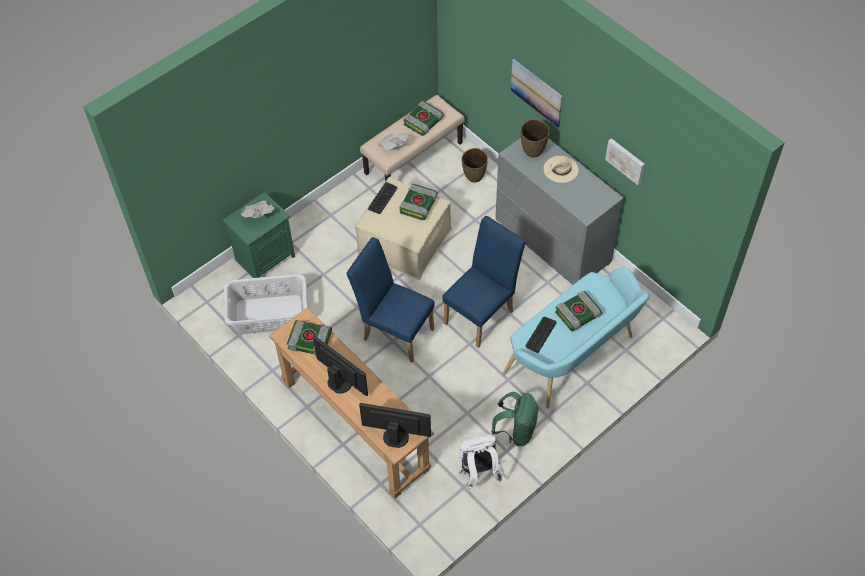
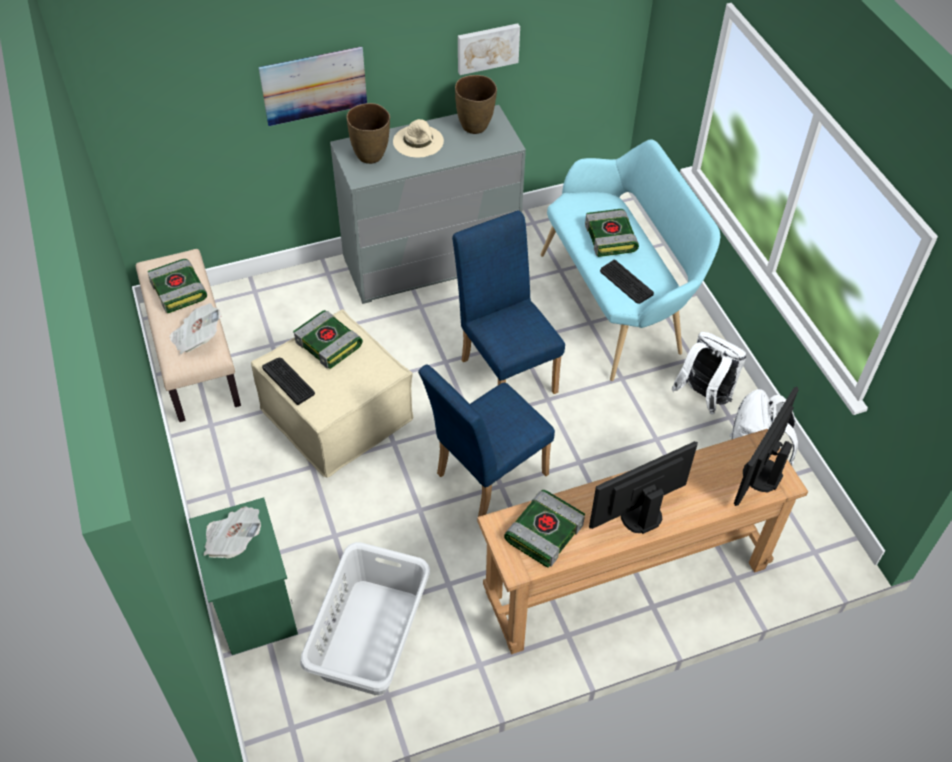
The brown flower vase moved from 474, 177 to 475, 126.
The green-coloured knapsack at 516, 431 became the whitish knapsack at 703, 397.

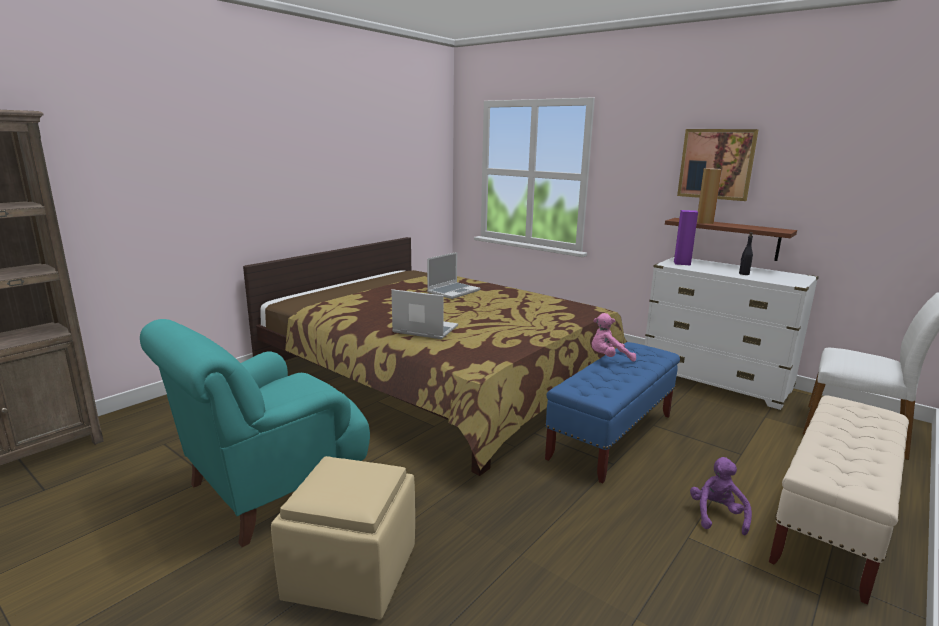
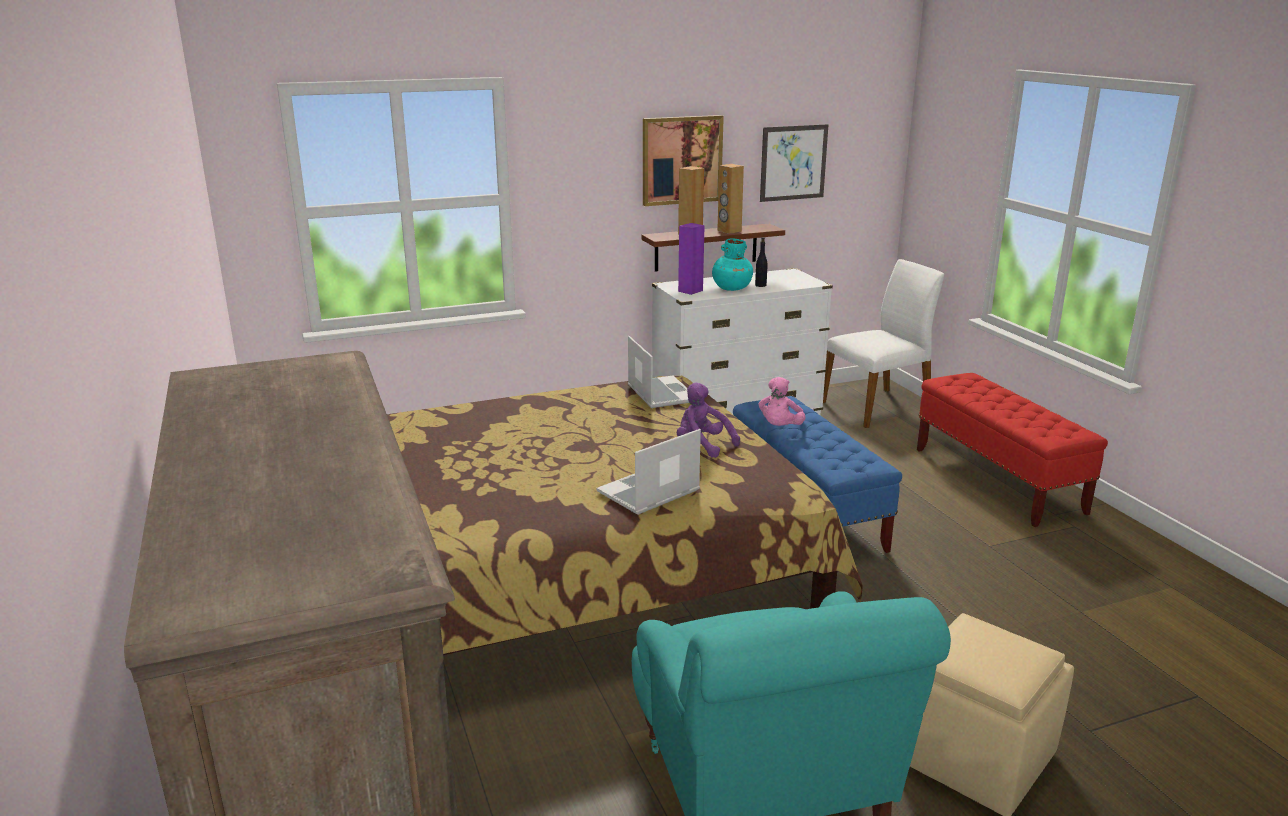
The notebook computer moved from 453, 291 to 660, 393.
The purplish soft toy moved from 717, 515 to 702, 445.
The beige bench at 832, 524 became the red-coloured bench at 997, 481.
The blue-green flower vase at 731, 288 appeared.
The brown loudspeaker at 729, 231 appeared.
The picture at 793, 162 appeared.

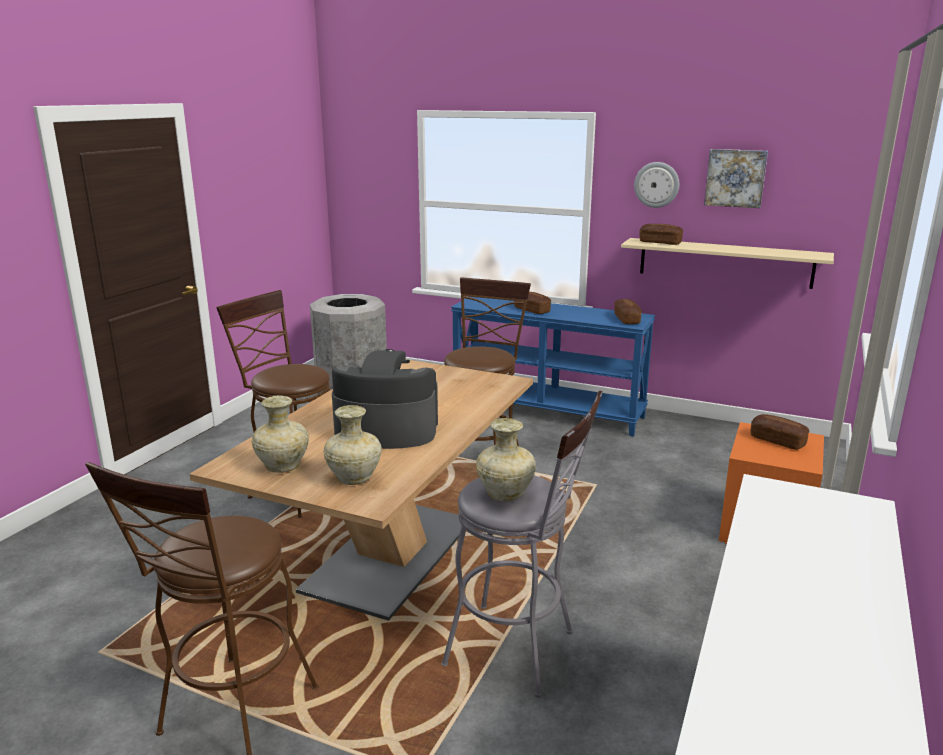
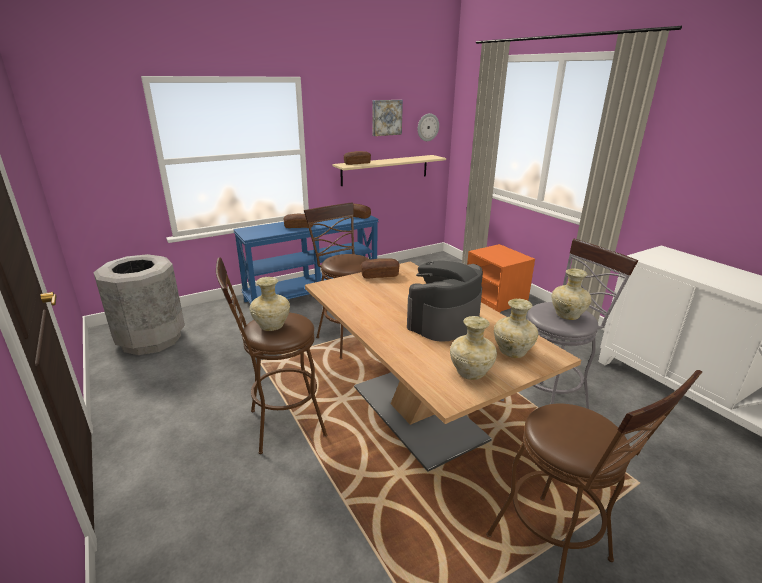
The wall clock moved from 656, 184 to 427, 127.
The baked bread moved from 777, 441 to 380, 275.
The beige flower vase at 271, 326 appeared.

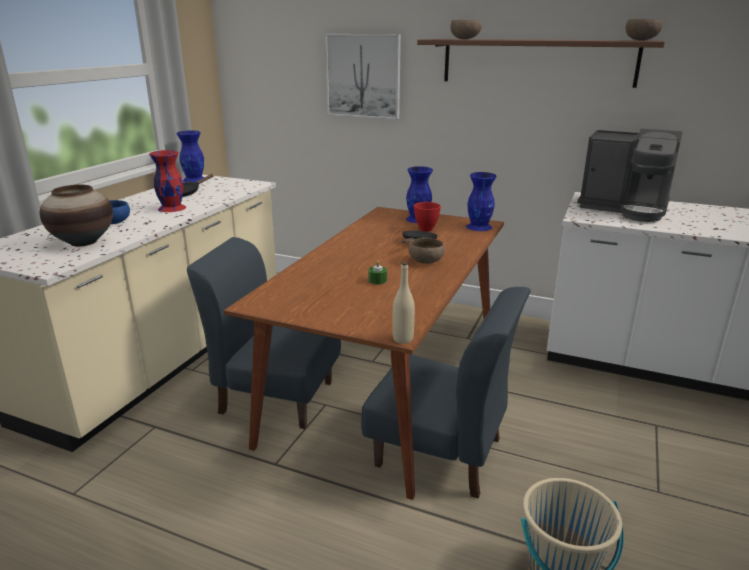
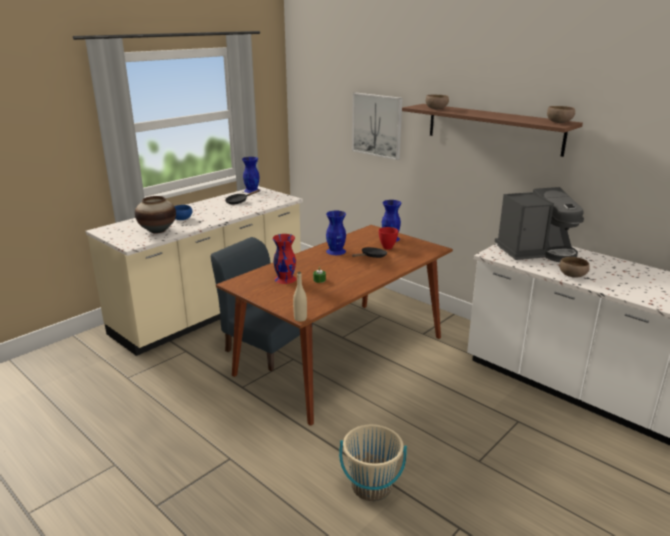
The red-coloured flower vase moved from 171, 208 to 285, 279.
The blue-coloured plain chair at 439, 452 disappeared.
The brown serving bowl moved from 426, 261 to 572, 275.
The blue-coloured flower vase moved from 479, 227 to 336, 251.
The coffee machine at 625, 208 turned 60 degrees counterclockwise.

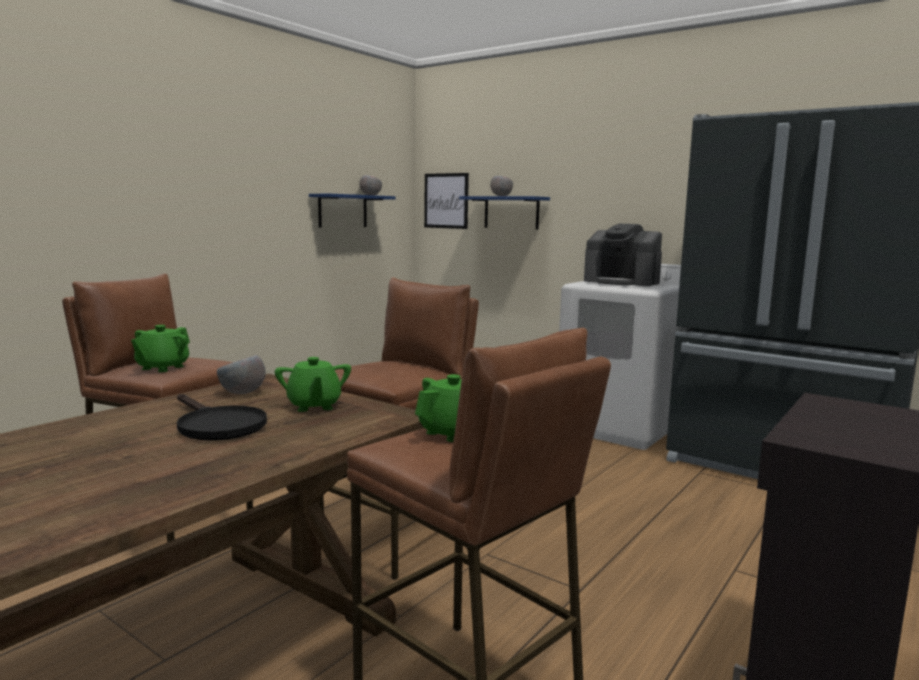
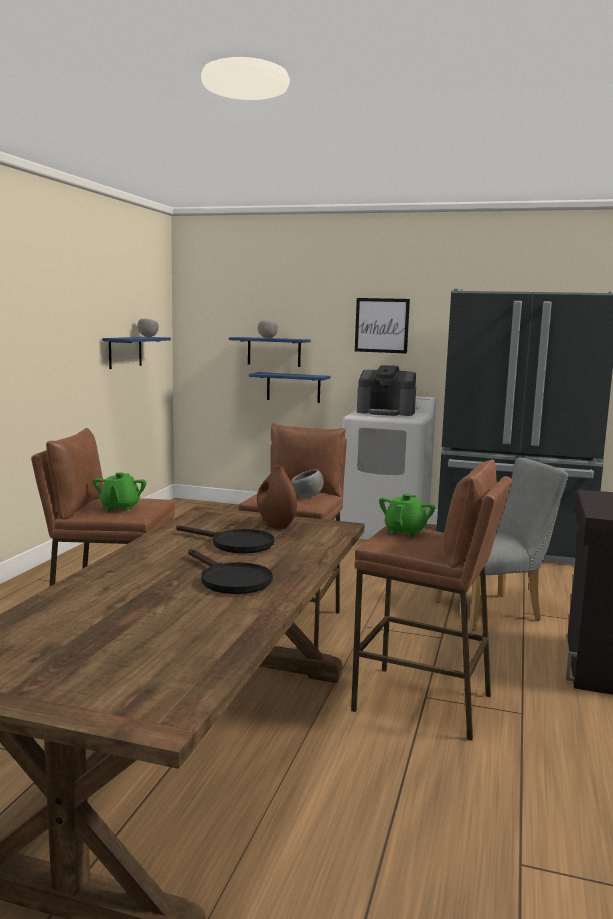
The grey serving bowl moved from 242, 393 to 307, 497.
The green-coloured teapot at 314, 406 was replaced by the brown flower vase at 275, 525.
The picture moved from 446, 201 to 381, 325.
The black pan at 230, 580 appeared.
The blue-coloured wall shelf at 293, 387 appeared.
The grey plain chair at 494, 610 appeared.

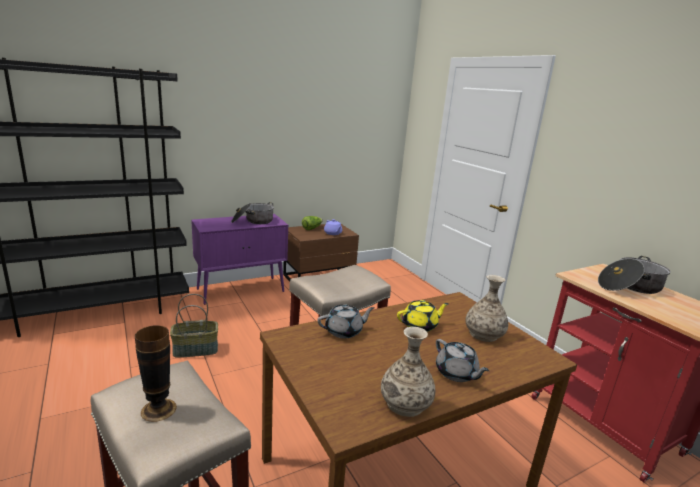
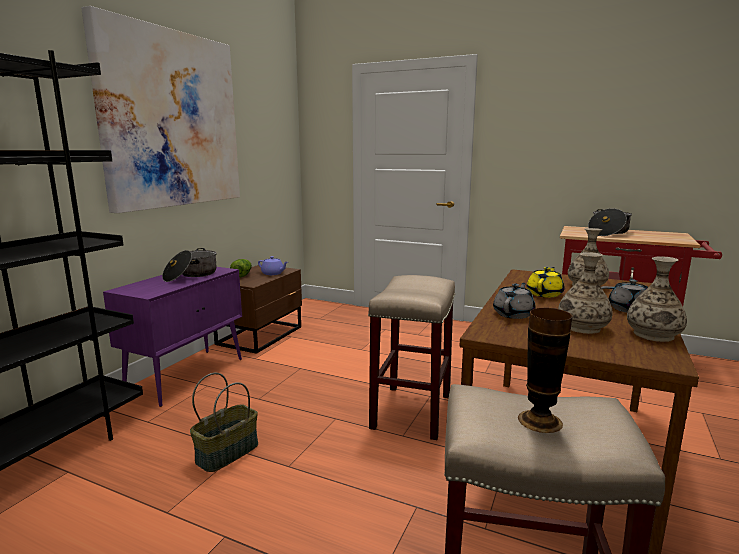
The picture at 171, 120 appeared.
The flower vase at 582, 327 appeared.

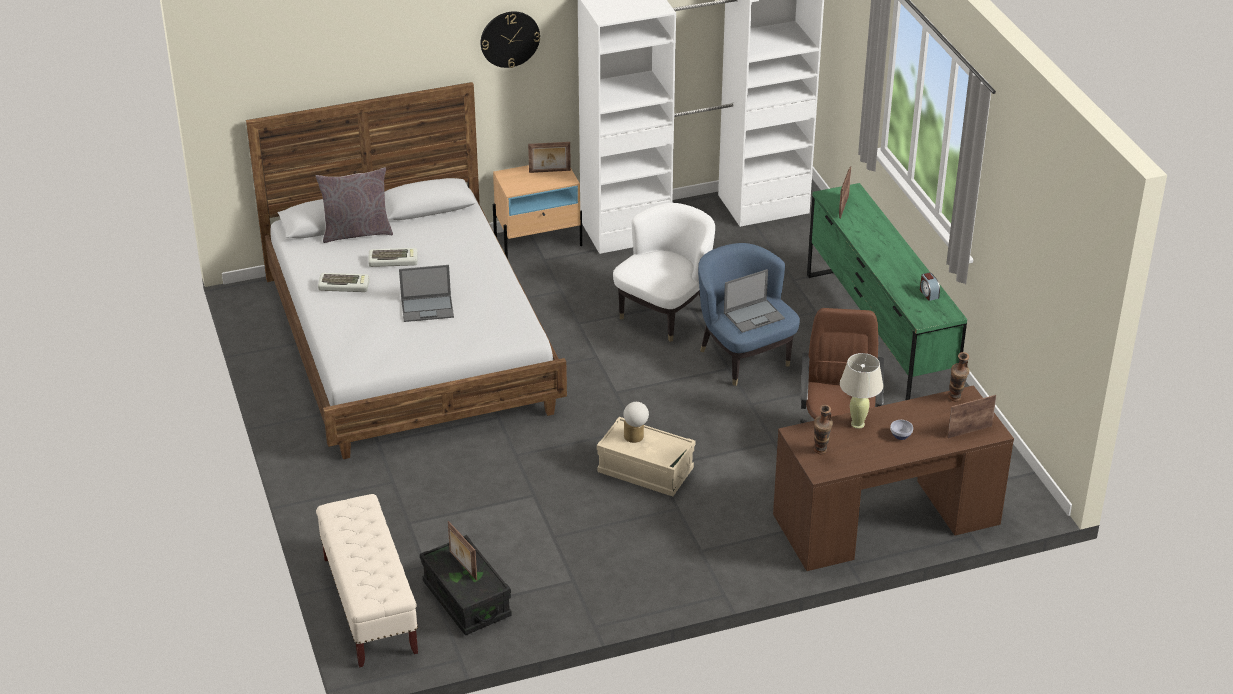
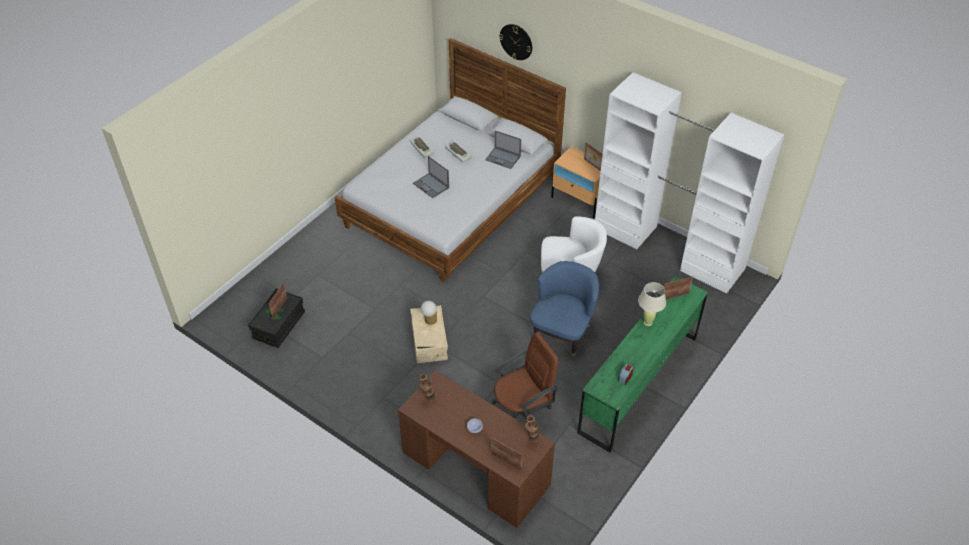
The grey cushion at 357, 232 disappeared.
The beige bench at 369, 605 disappeared.
The wall clock moved from 510, 39 to 516, 41.
The notebook computer moved from 754, 315 to 503, 158.
The beige lamp for a table moved from 857, 424 to 647, 322.

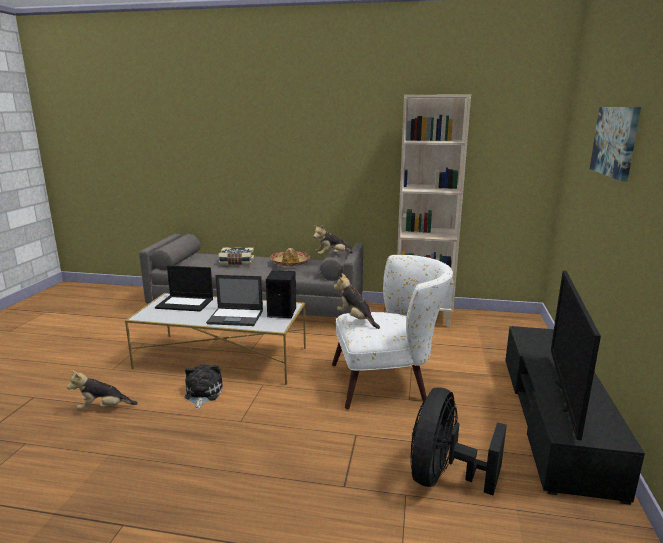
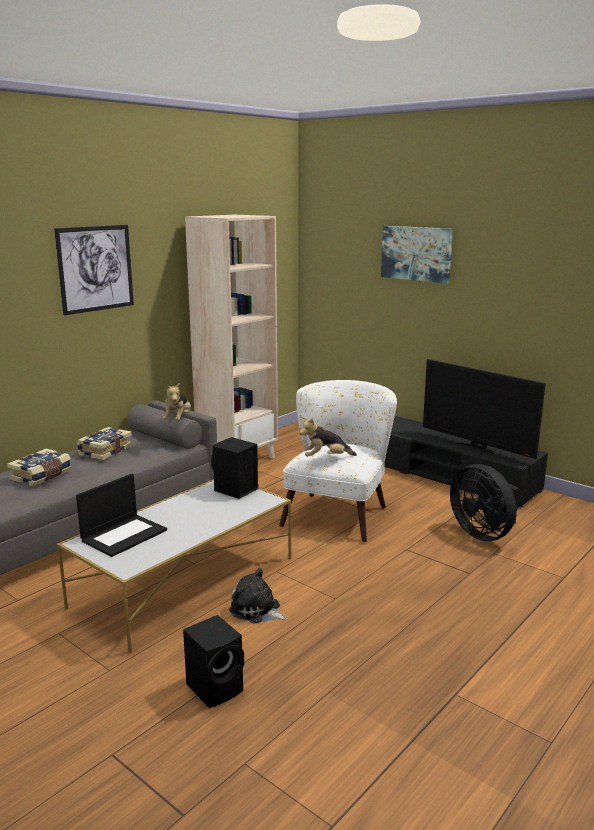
The soft toy at 103, 408 was replaced by the black loudspeaker at 216, 687.
The notebook computer at 236, 317 disappeared.
The wearable hat at 290, 263 was replaced by the book at 104, 451.
The picture at 95, 268 appeared.

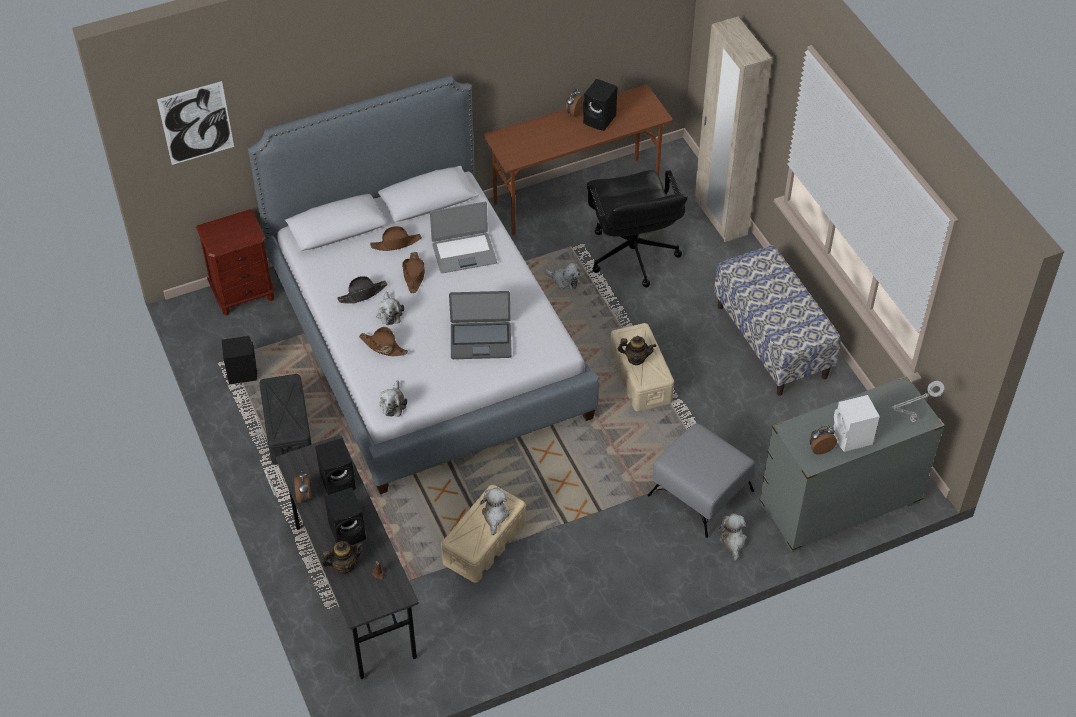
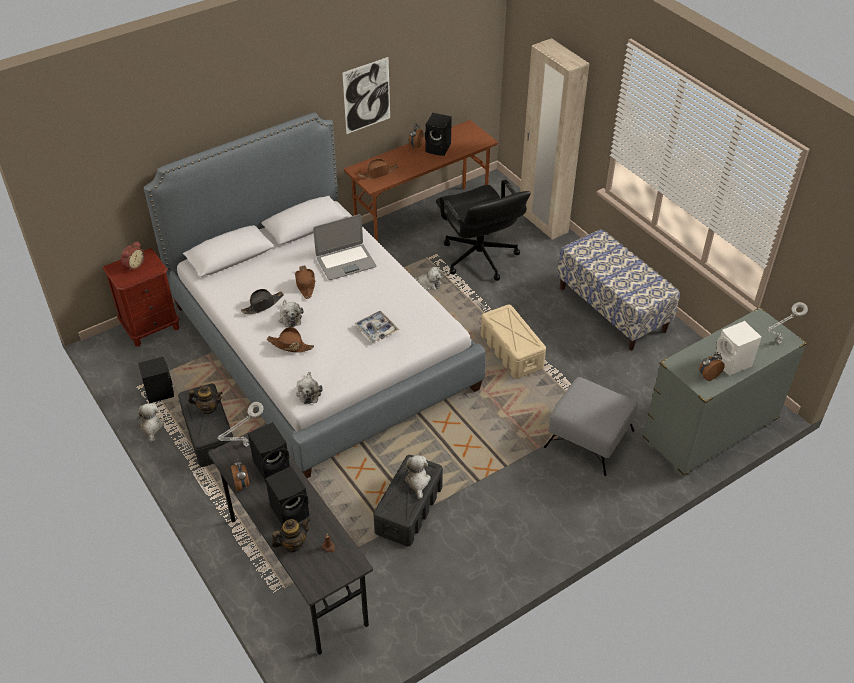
The picture moved from 196, 123 to 367, 96.
The brown wearable hat moved from 396, 243 to 378, 173.
The beige storage bin at 484, 544 became the black storage bin at 408, 510.
The notebook computer at 480, 340 was replaced by the tray at 376, 329.
The teapot moved from 636, 359 to 208, 408.
The soft toy moved from 733, 541 to 151, 427.
The bedside clock at 134, 265 appeared.
The grey lamp for a table at 244, 446 appeared.

